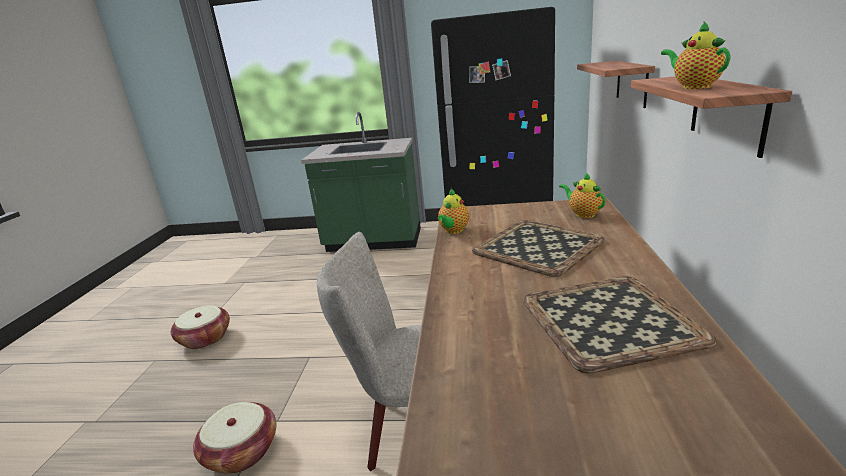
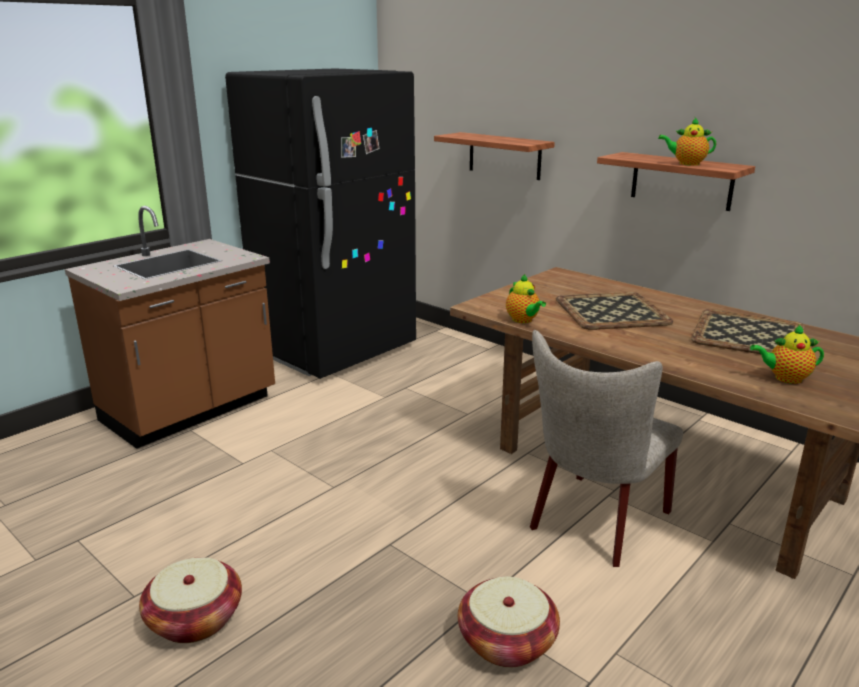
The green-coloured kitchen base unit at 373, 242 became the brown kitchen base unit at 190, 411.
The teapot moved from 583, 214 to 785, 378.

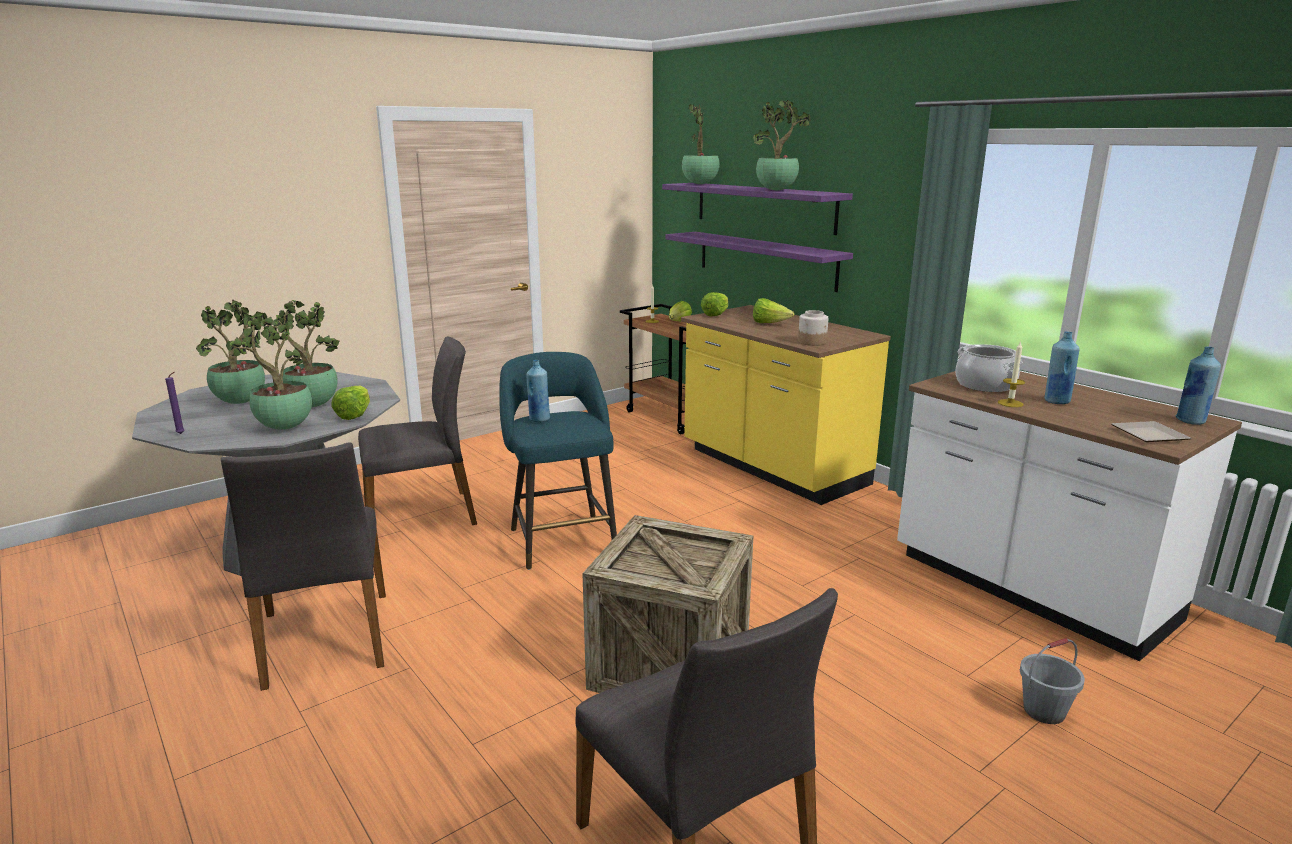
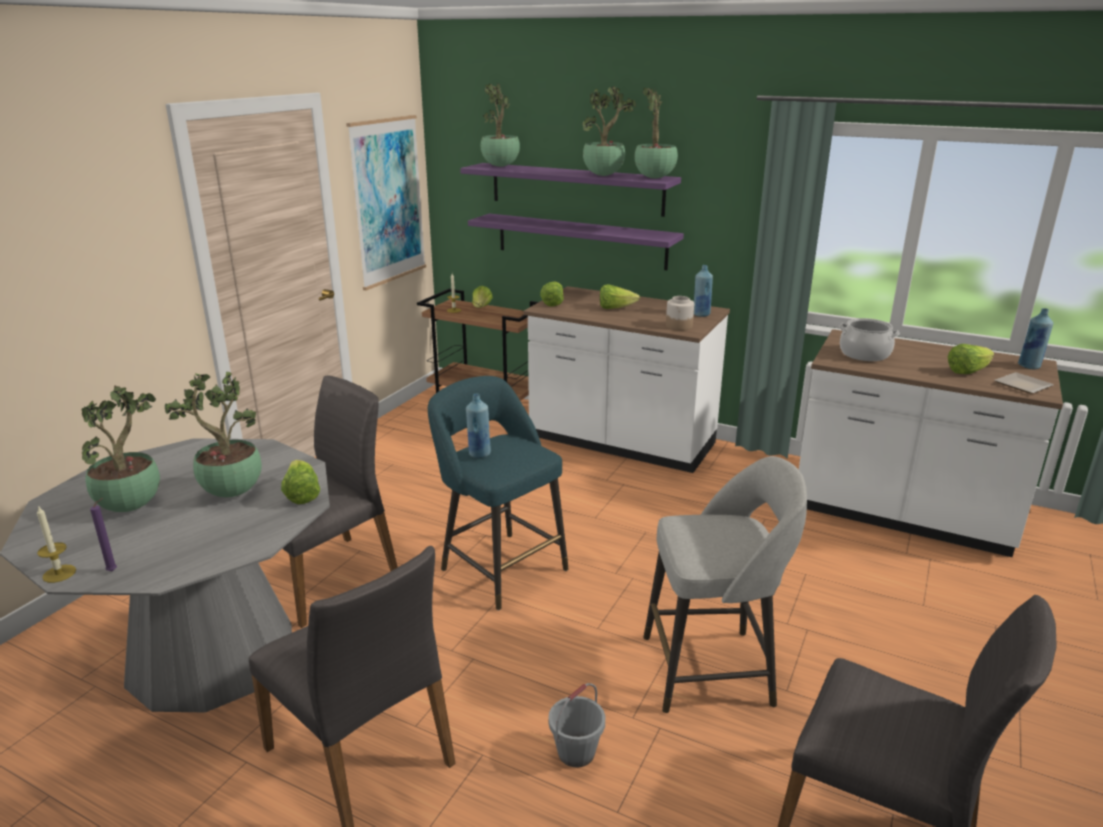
The potted plant moved from 284, 428 to 654, 178.
The crate at 670, 665 was replaced by the grey sitting stool at 711, 670.
The yellow kitchen base unit at 772, 468 became the whitish kitchen base unit at 621, 443.
The wax light moved from 1010, 403 to 59, 573.
The grey water bucket moved from 1044, 711 to 576, 753.
The blue-coloured bottle moved from 1056, 401 to 701, 314.
The picture at 388, 201 appeared.
The lettuce at 967, 371 appeared.

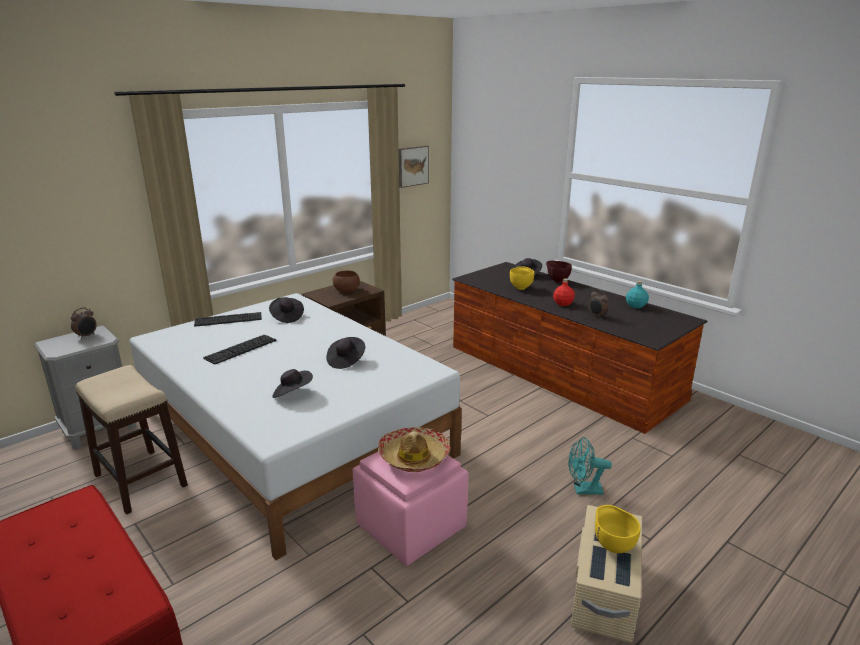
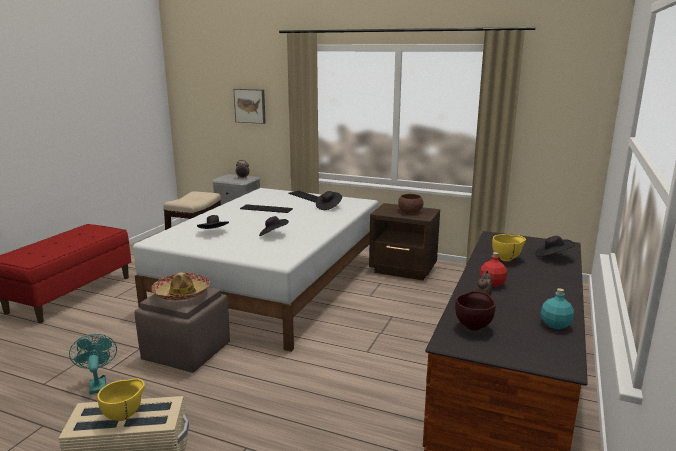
The pinkish pouffe at 411, 525 became the brown pouffe at 188, 352.
The picture moved from 412, 166 to 250, 105.
The brown serving bowl moved from 557, 281 to 473, 326.
The blue-green electric fan moved from 583, 490 to 97, 384.

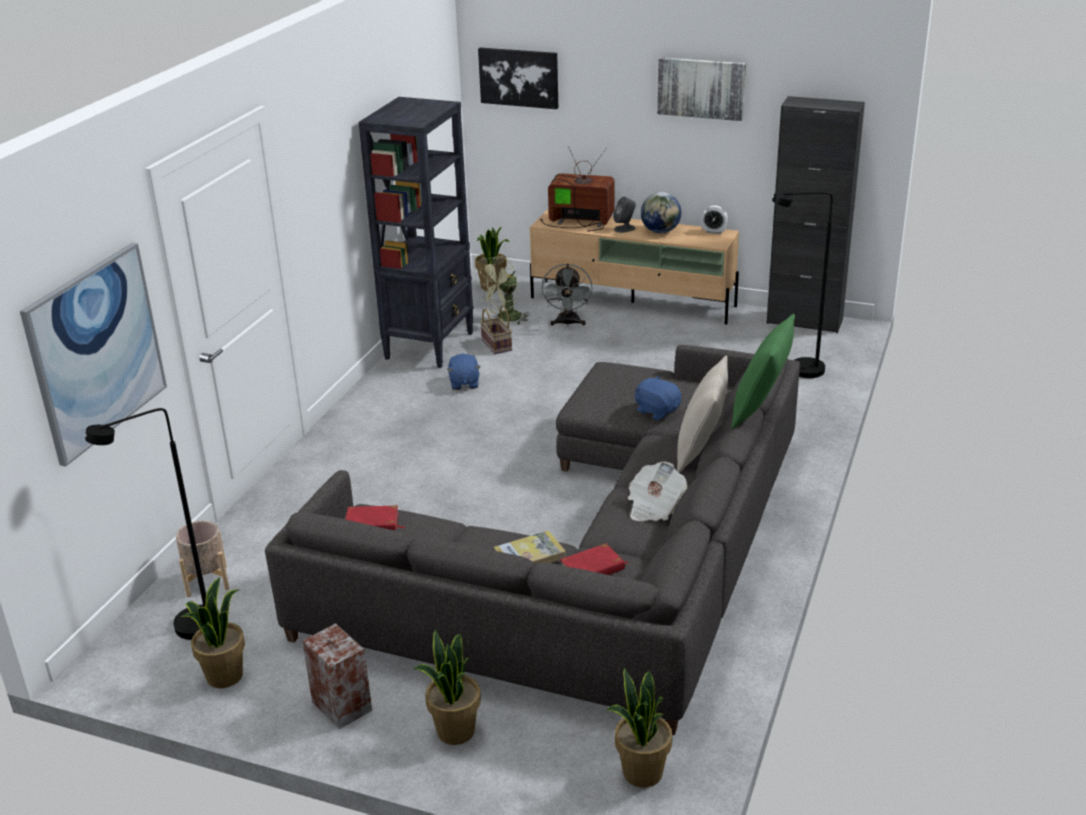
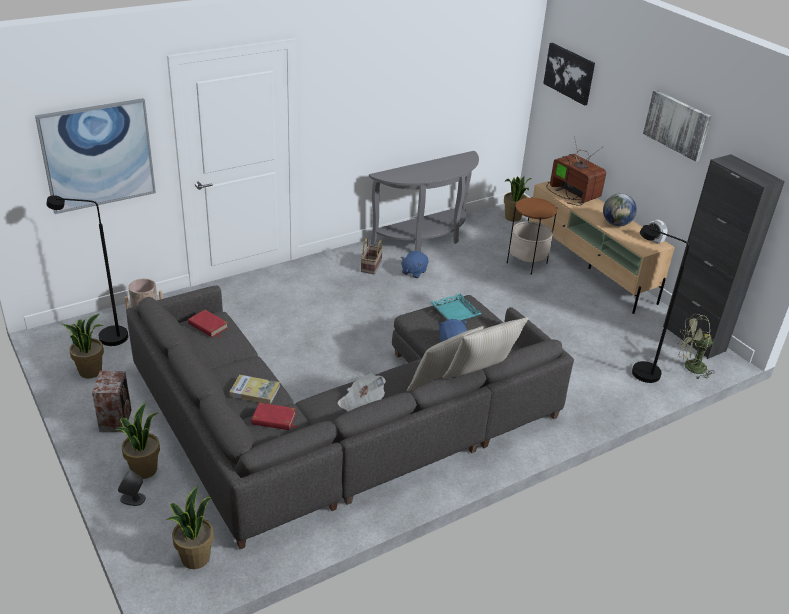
The black bookcase at 430, 345 was replaced by the grey hall table at 426, 239.
The green-coloured electric fan moved from 505, 318 to 690, 367.
The household basket moved from 497, 345 to 371, 267.
The grey electric fan at 568, 323 was replaced by the accent table at 527, 263.
The grey loudspeaker moved from 625, 228 to 133, 499.
The green-coloured cushion at 761, 409 became the beige cushion at 481, 375.
The blue-green tray at 455, 312 appeared.

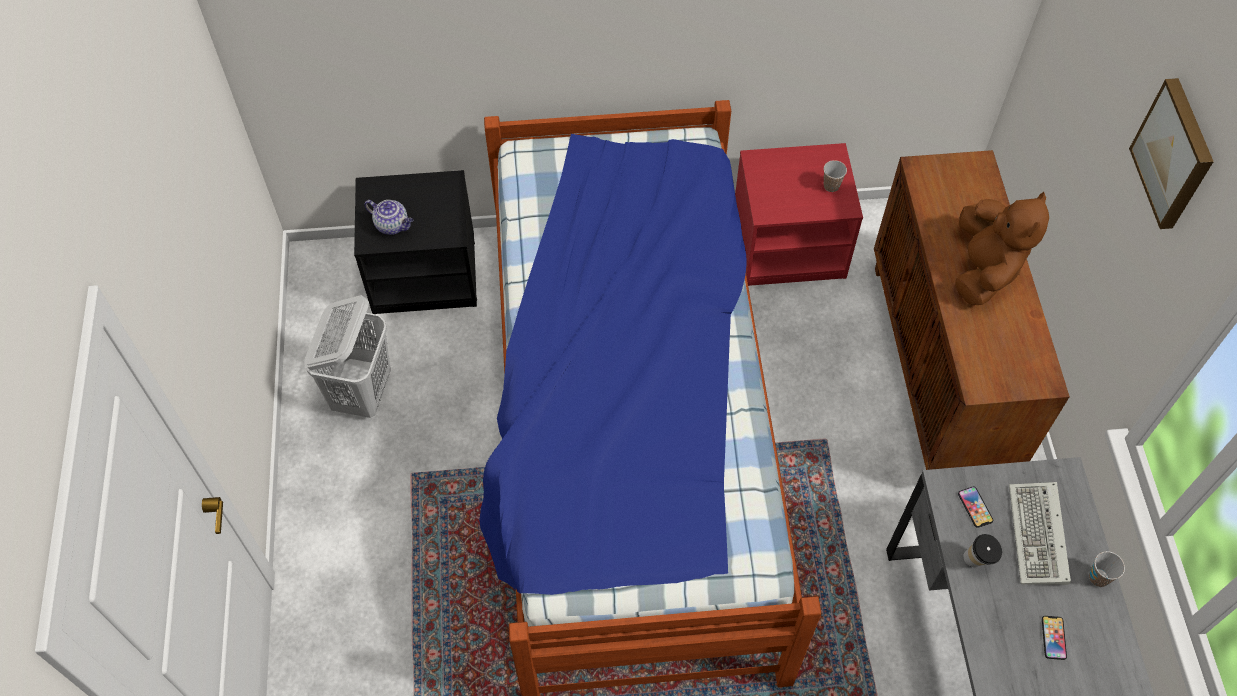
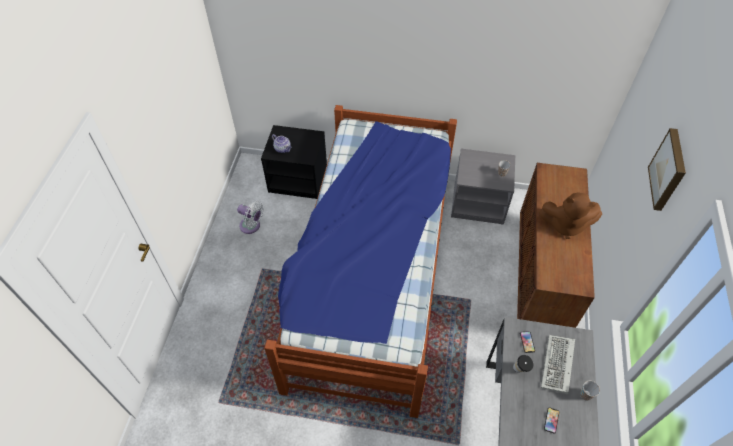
The whitish laundry basket at 362, 392 was replaced by the whitish electric fan at 252, 226.
The red-coloured nightstand at 789, 245 became the grey nightstand at 479, 203.
The brown soft toy at 984, 270 turned 75 degrees clockwise.

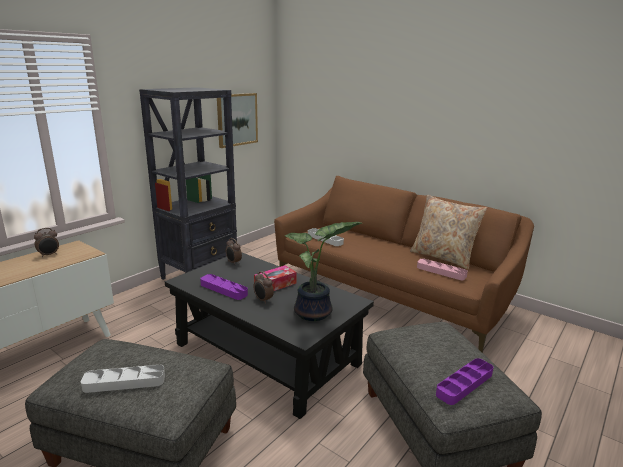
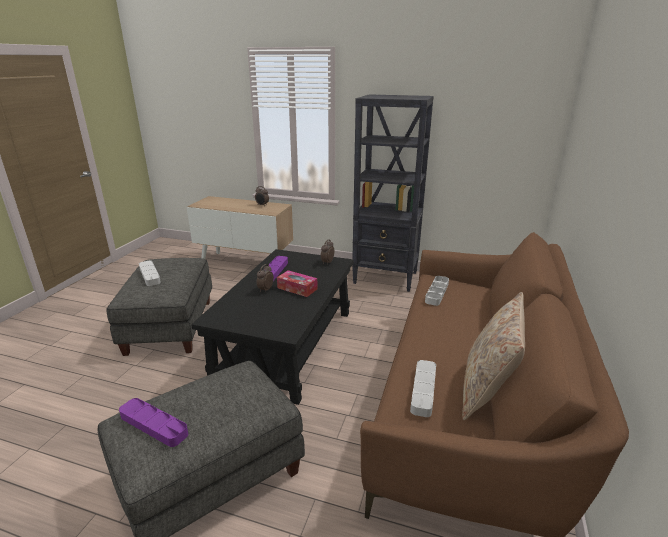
The picture at 237, 119 disappeared.
The potted plant at 315, 314 disappeared.
The pinkish tray at 441, 272 became the grey tray at 423, 390.

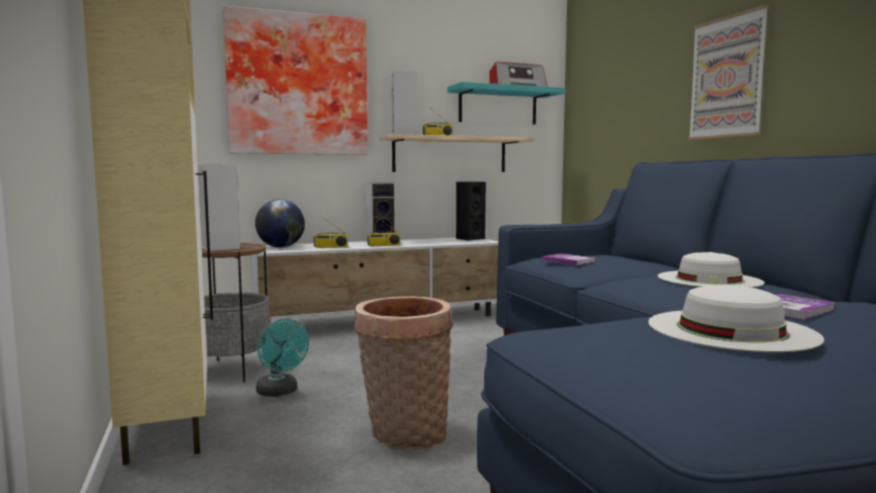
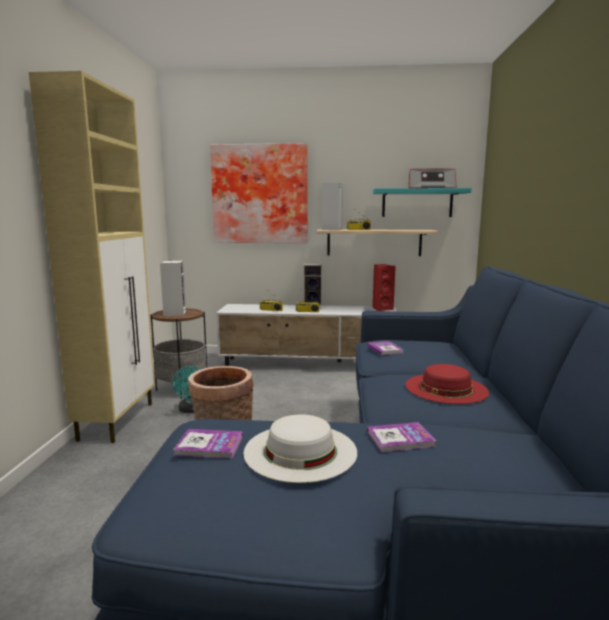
The desk globe at 281, 247 disappeared.
The black loudspeaker at 469, 239 became the red-coloured loudspeaker at 381, 309.
The whitish wearable hat at 709, 279 became the red-coloured wearable hat at 446, 388.
The picture at 727, 78 disappeared.
The book at 209, 445 appeared.

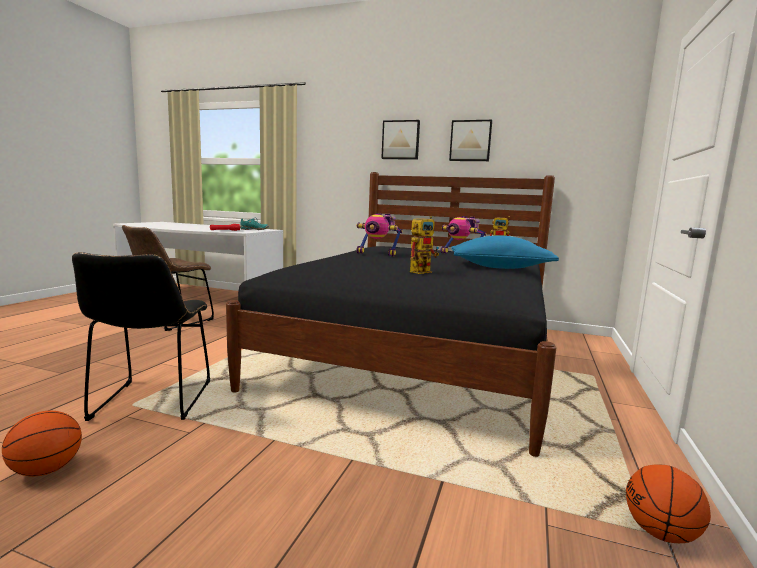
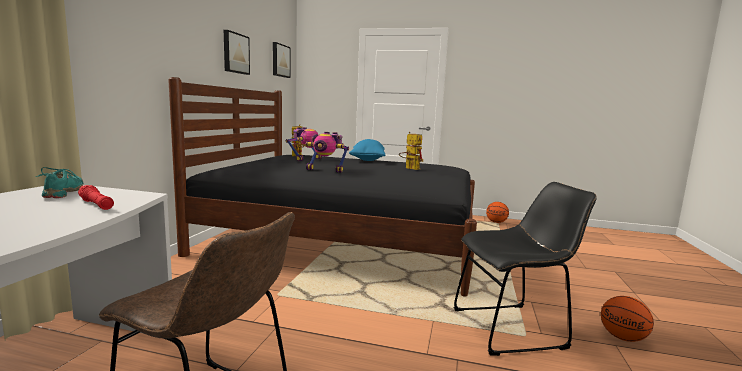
The model robot at 378, 254 turned 90 degrees clockwise.
The picture moved from 401, 140 to 280, 60.

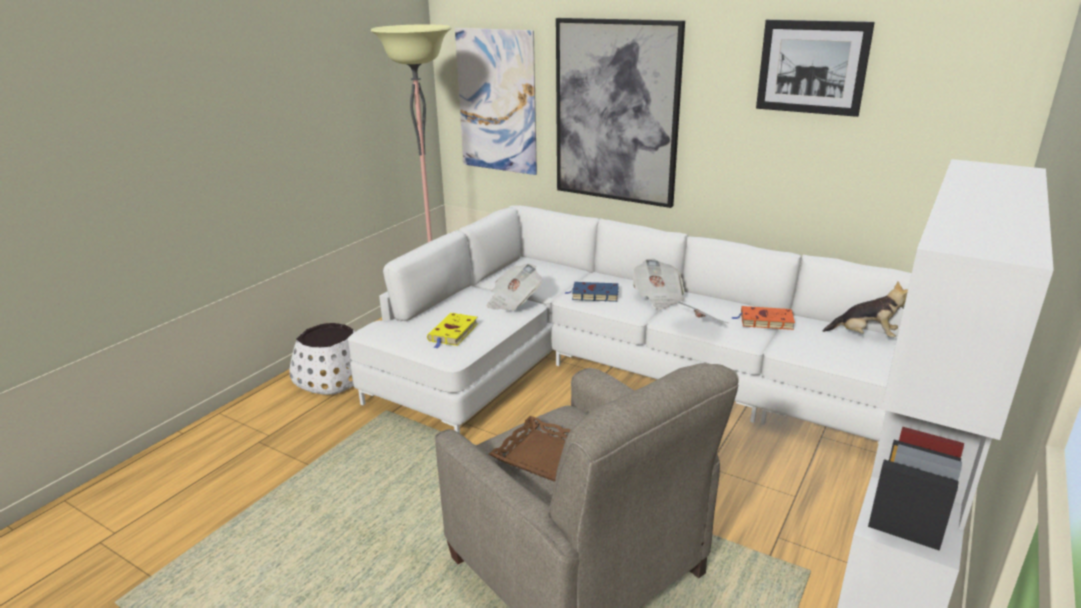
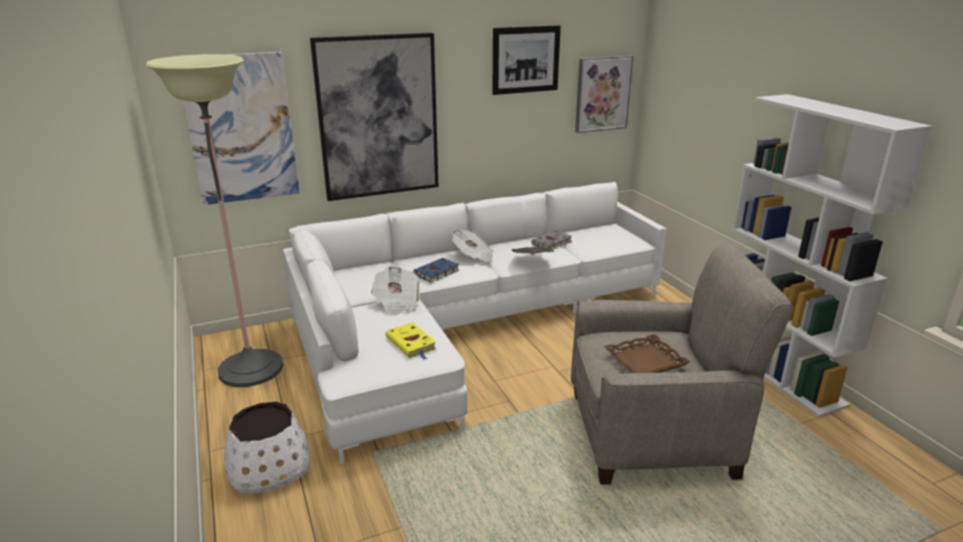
The orange-coloured book at 764, 321 became the grey book at 551, 243.
The soft toy at 865, 336 disappeared.
The picture at 602, 93 appeared.

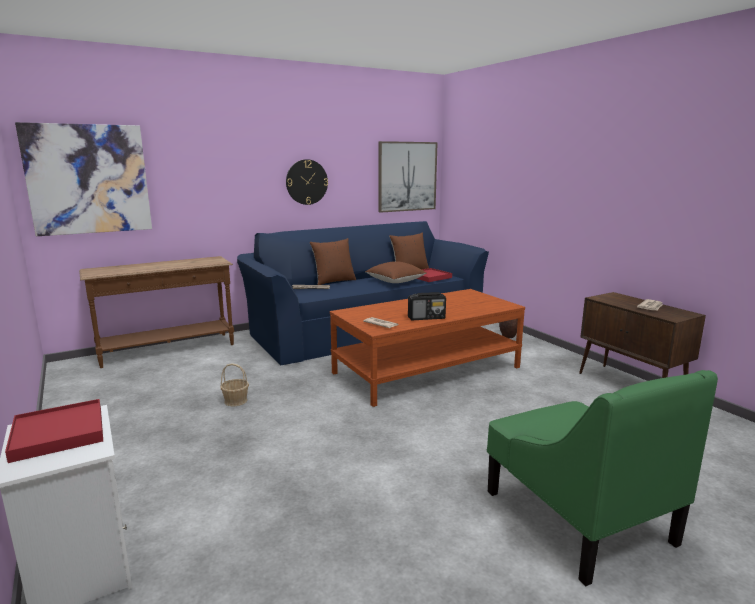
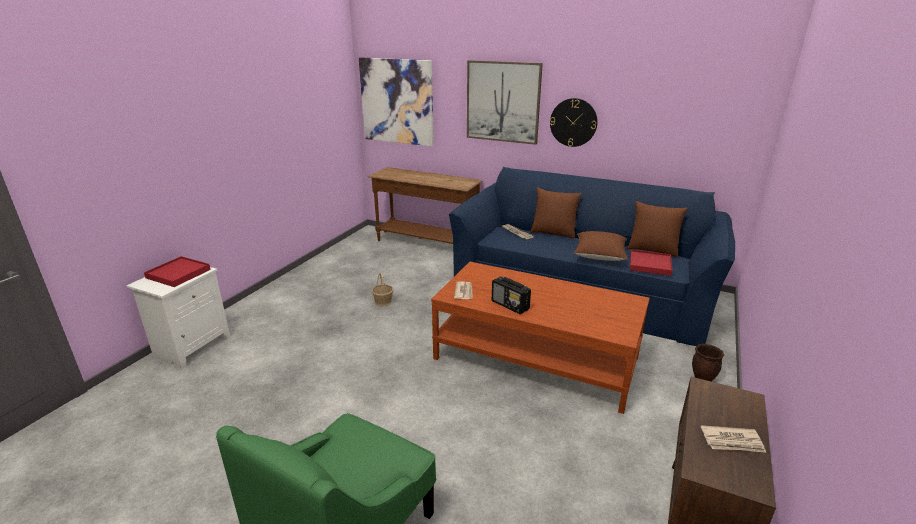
The picture moved from 407, 176 to 503, 102.

